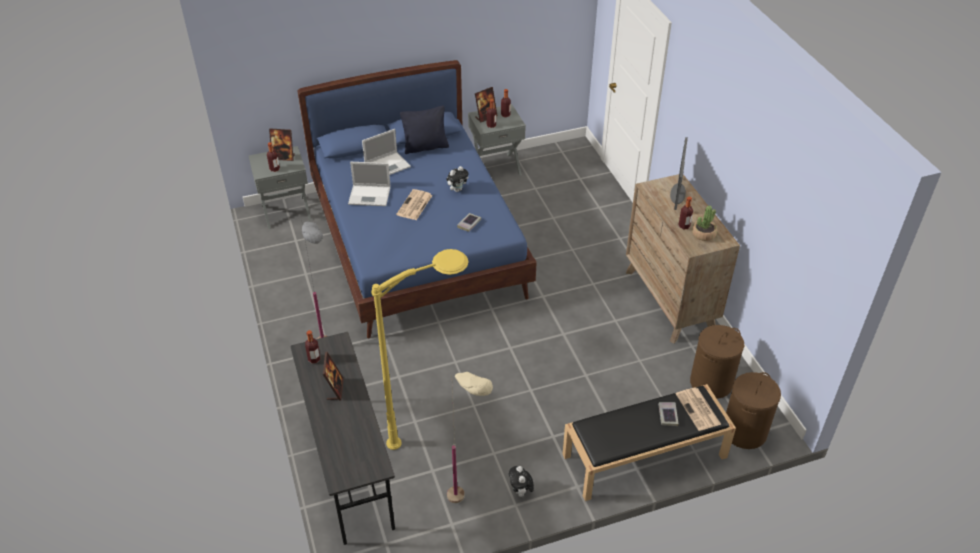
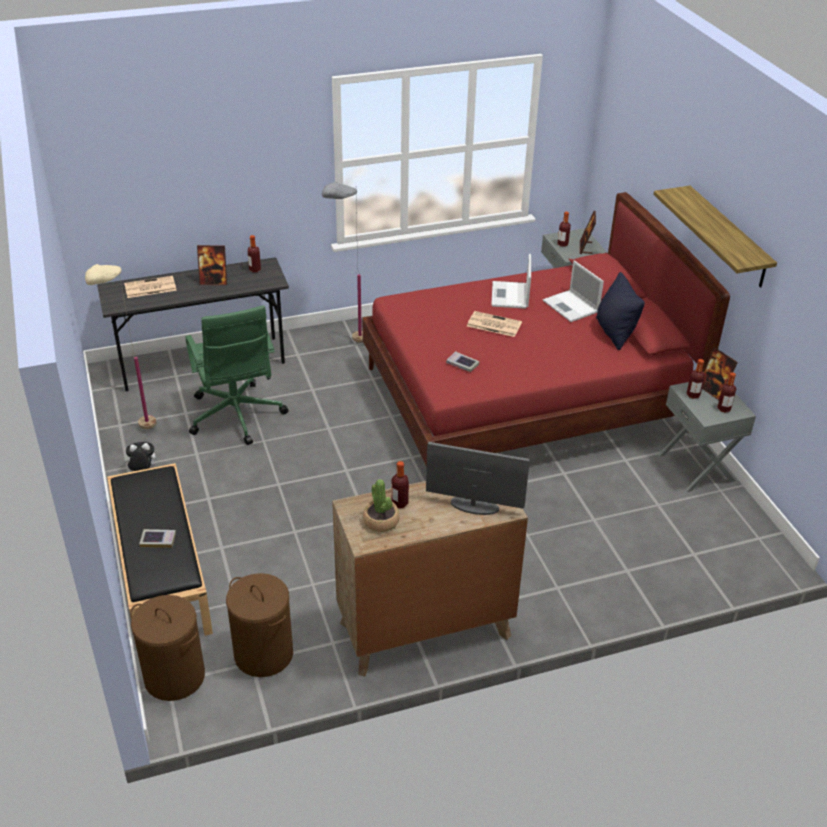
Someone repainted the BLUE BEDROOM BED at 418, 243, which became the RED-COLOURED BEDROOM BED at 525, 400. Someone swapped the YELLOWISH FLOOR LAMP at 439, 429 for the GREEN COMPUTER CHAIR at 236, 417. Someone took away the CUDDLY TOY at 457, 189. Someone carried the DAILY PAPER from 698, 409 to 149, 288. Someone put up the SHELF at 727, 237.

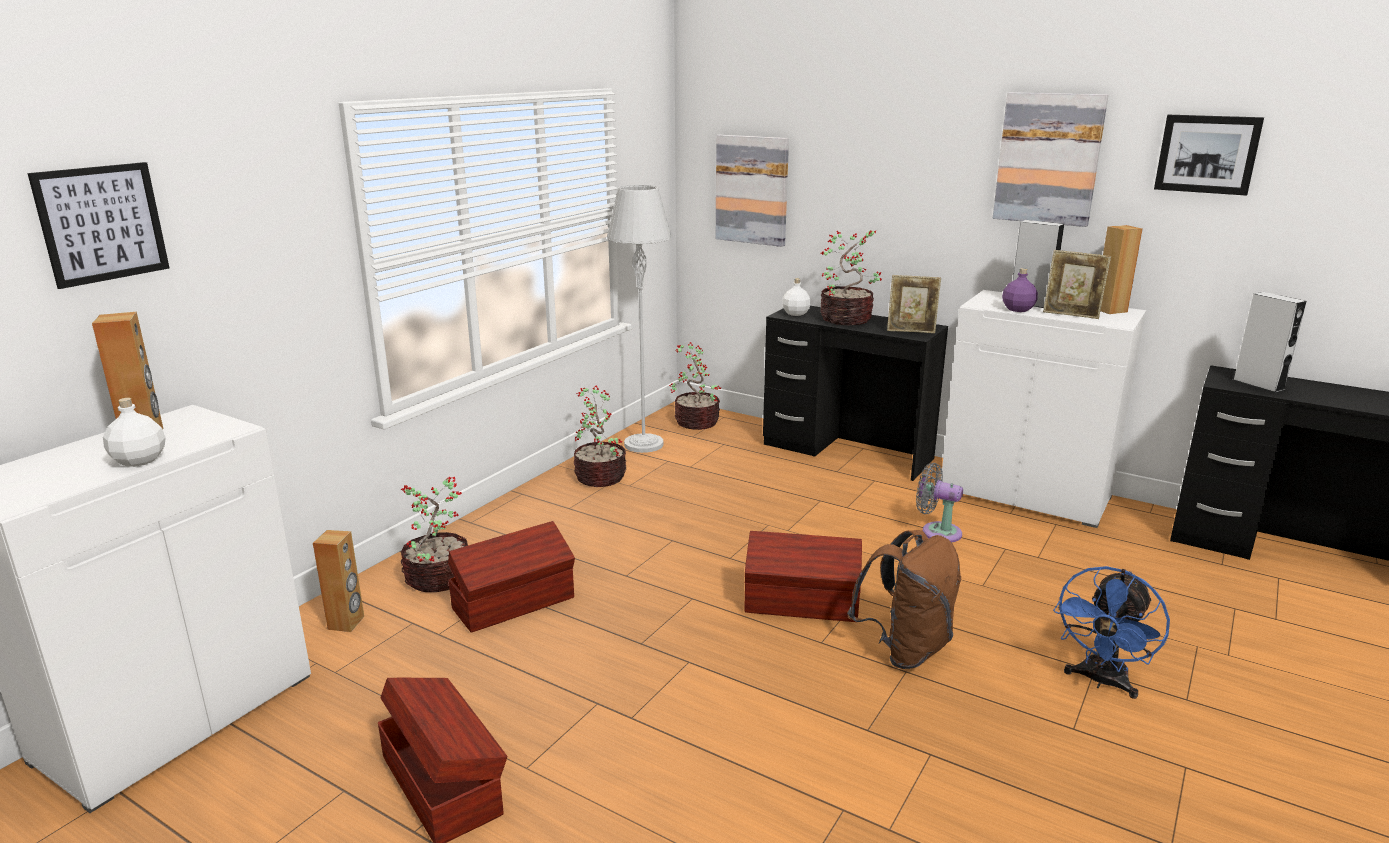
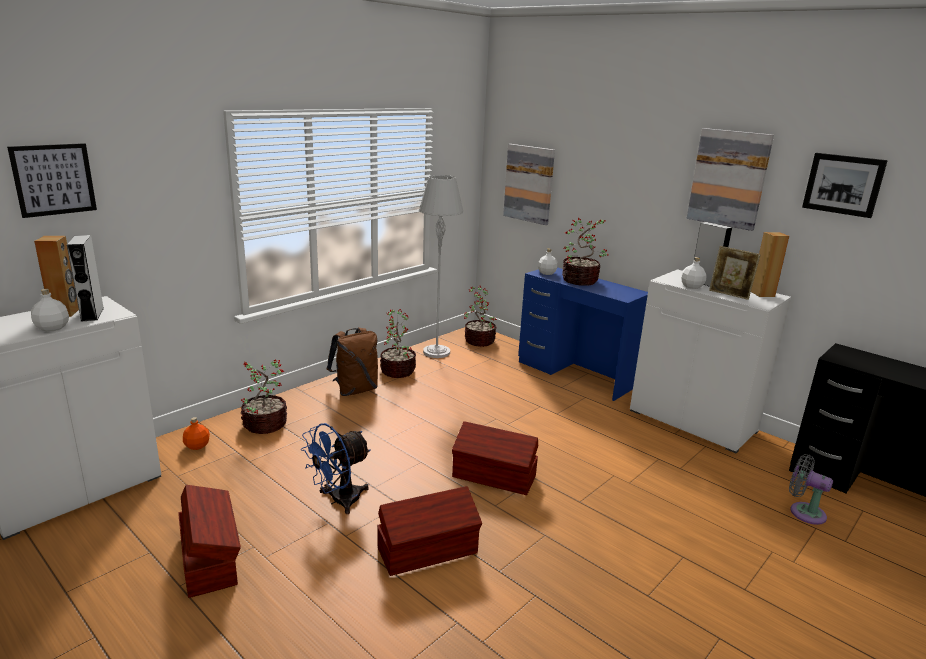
Someone swapped the BROWN SPEAKER at 346, 623 for the ORANGE-COLOURED BEVERAGE BOTTLE at 197, 445. Someone carried the BROWN STORAGE CONTAINER from 515, 603 to 429, 551. Someone repainted the BLACK DESK at 847, 451, which became the BLUE DESK at 575, 374. Someone carried the BROWN RUCKSACK from 905, 649 to 355, 390. Someone took away the PICTURE FRAME at 911, 331. Someone carried the GREY ELECTRIC FAN from 937, 532 to 803, 512. Someone repainted the PURPLISH BEVERAGE BOTTLE at 1017, 309, which became the WHITE BEVERAGE BOTTLE at 691, 286. Someone carried the BLUE ELECTRIC FAN from 1101, 681 to 338, 501. Someone carried the GREY SPEAKER from 1258, 384 to 92, 314.

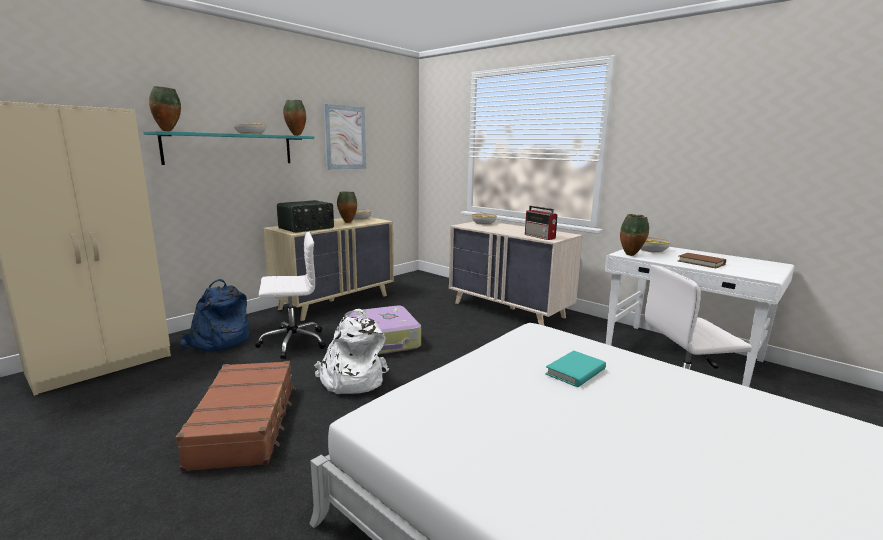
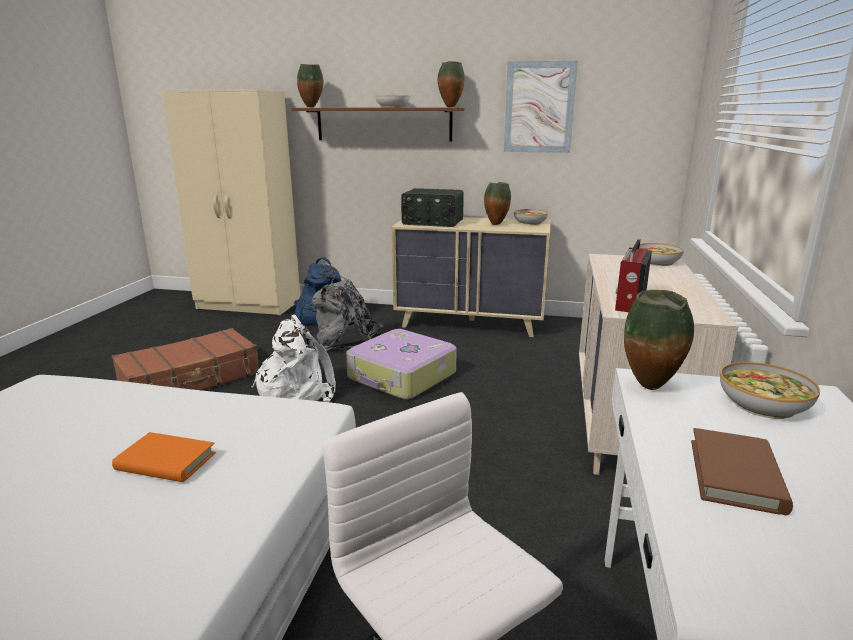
Someone repainted the BLUE-GREEN SHELF at 230, 149, which became the BROWN SHELF at 383, 124. Someone swapped the WHITE COMPUTER CHAIR at 292, 342 for the GREY RUCKSACK at 348, 341. Someone repainted the BLUE-GREEN VOLUME at 575, 372, which became the ORANGE-COLOURED VOLUME at 165, 462.

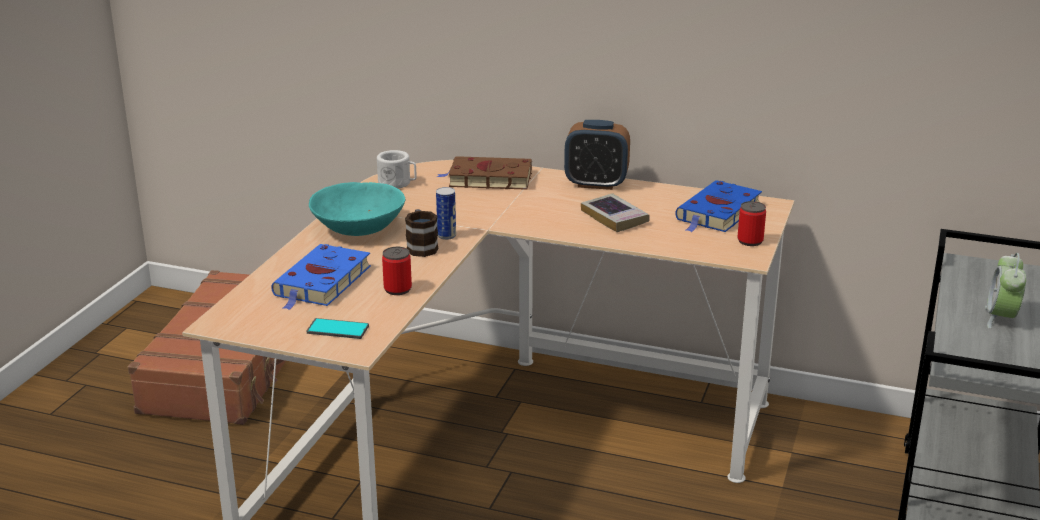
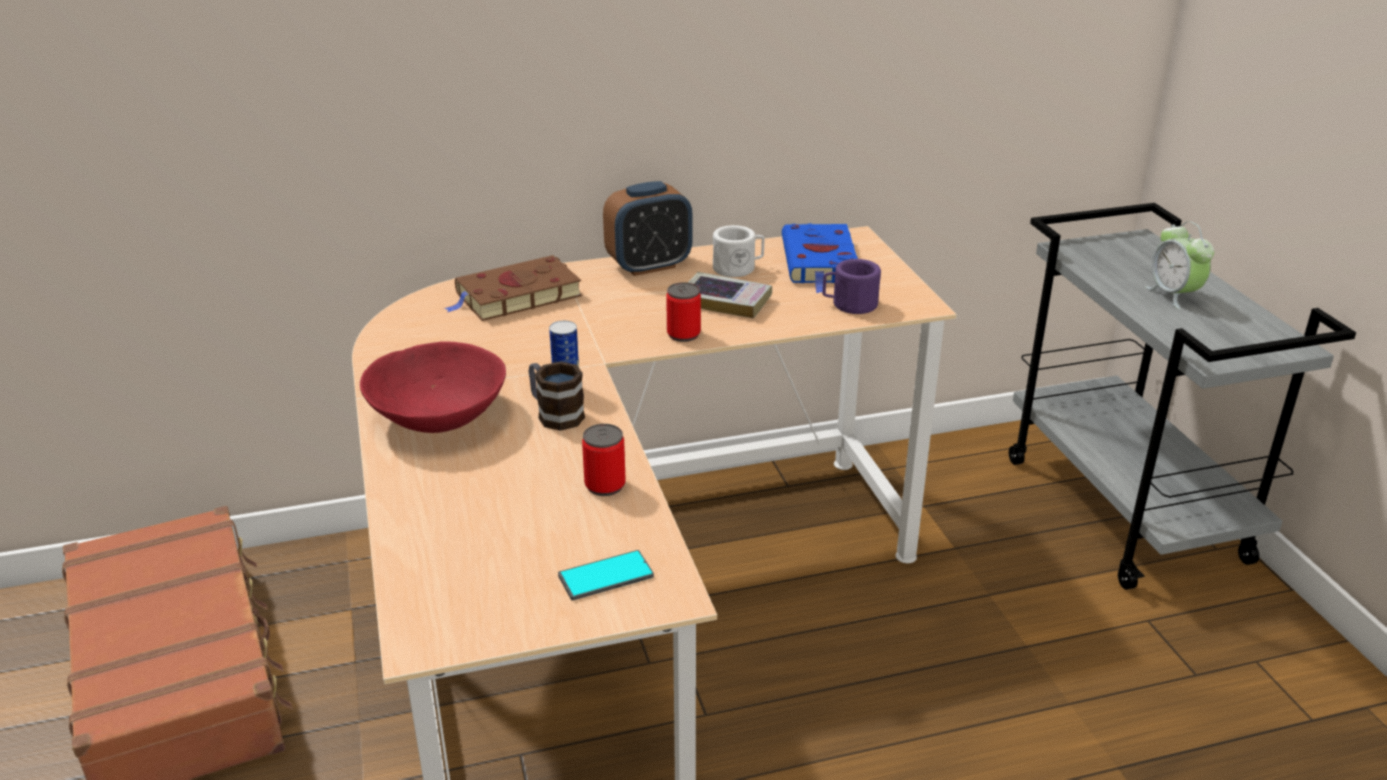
Someone took away the BLUE VOLUME at 322, 282. Someone repainted the BLUE-GREEN BOWL at 358, 228, which became the RED-COLOURED BOWL at 438, 416. Someone carried the WHITE TEA MUG from 398, 183 to 738, 268. Someone carried the CAN from 750, 241 to 683, 334. Someone put down the PURPLISH TEA MUG at 849, 304.

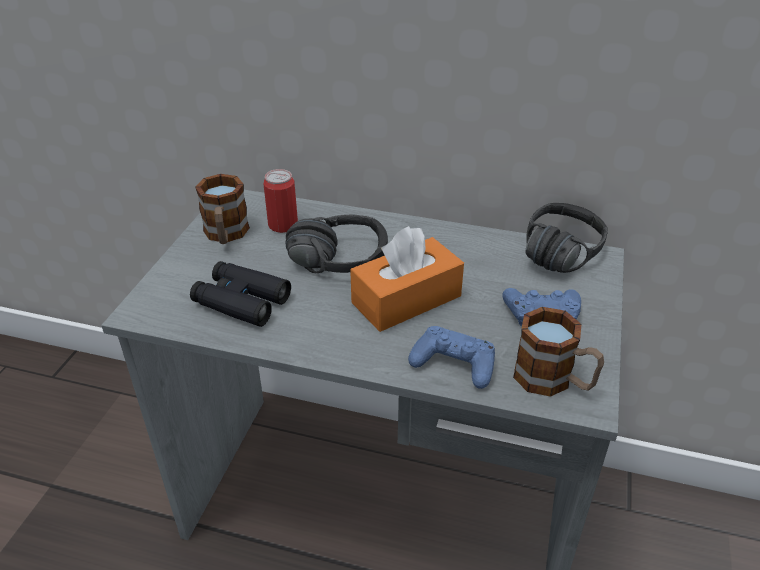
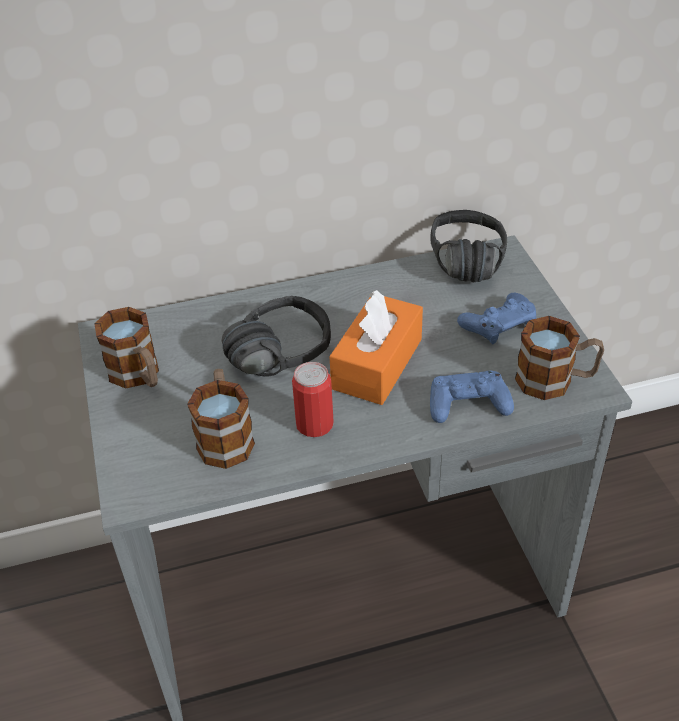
Someone swapped the BLACK BINOCULARS at 241, 301 for the TEA MUG at 225, 436. Someone carried the CAN from 283, 225 to 314, 424.

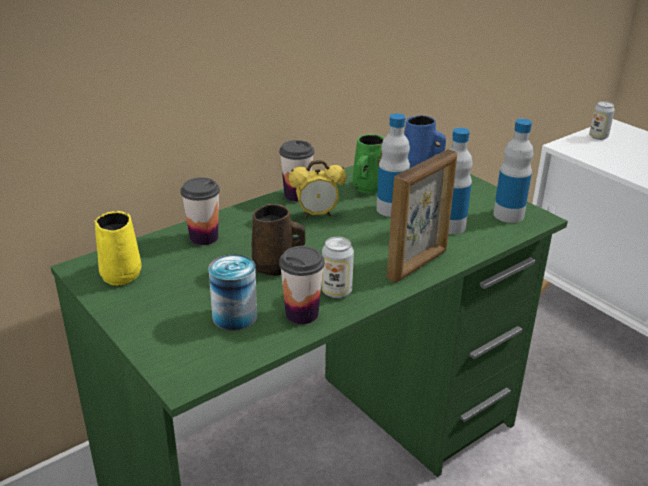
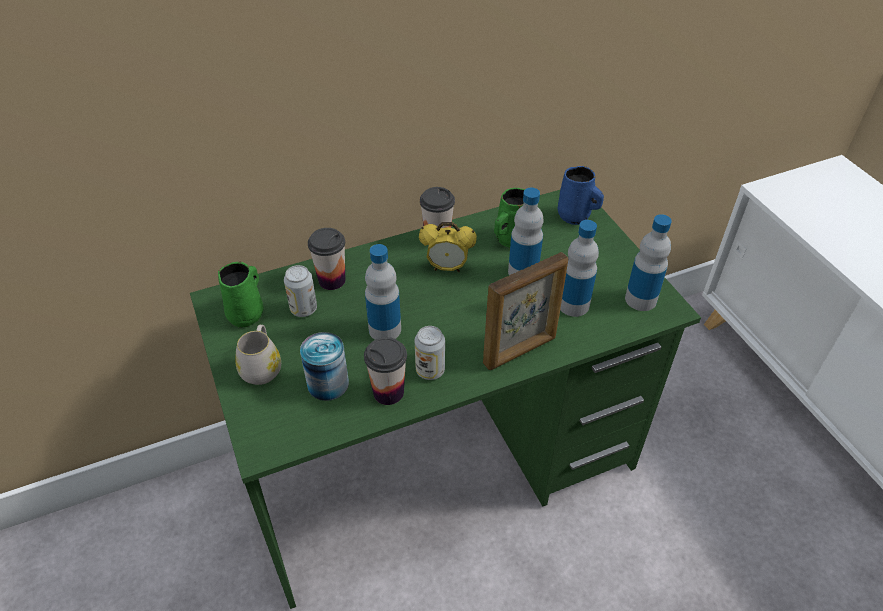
Someone repainted the YELLOWISH TEA MUG at 122, 274, which became the GREEN TEA MUG at 247, 313. Someone swapped the BROWN TEA MUG at 275, 267 for the BEVERAGE BOTTLE at 385, 329. Someone carried the CAN from 598, 137 to 303, 309. Someone put down the WHITE TEA MUG at 262, 367.

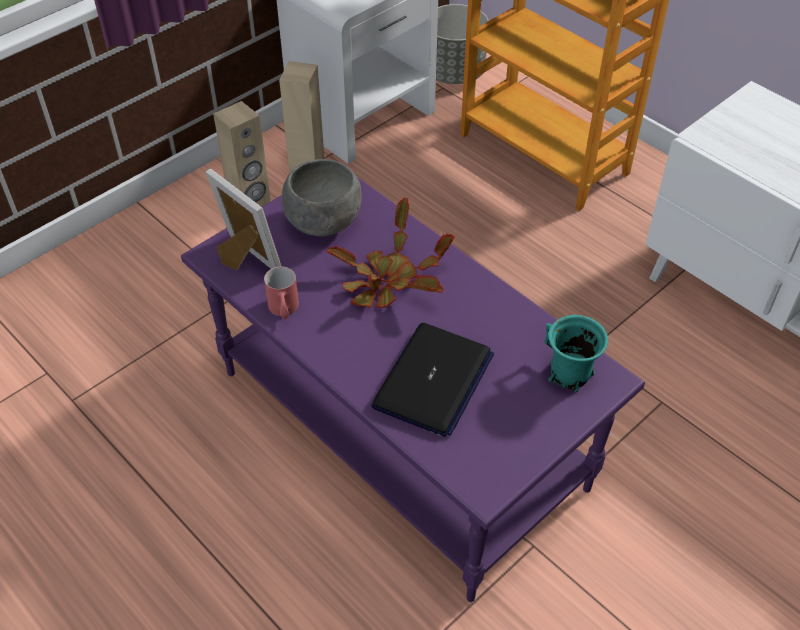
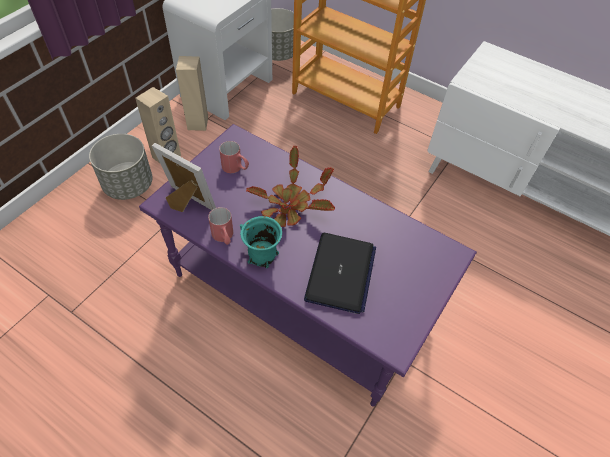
Someone swapped the GREY BOWL at 324, 222 for the RED-COLOURED TEA MUG at 236, 168. Someone carried the BLUE-GREEN TEA MUG from 569, 374 to 262, 256. Someone put down the GREY PLANT POT at 128, 185.

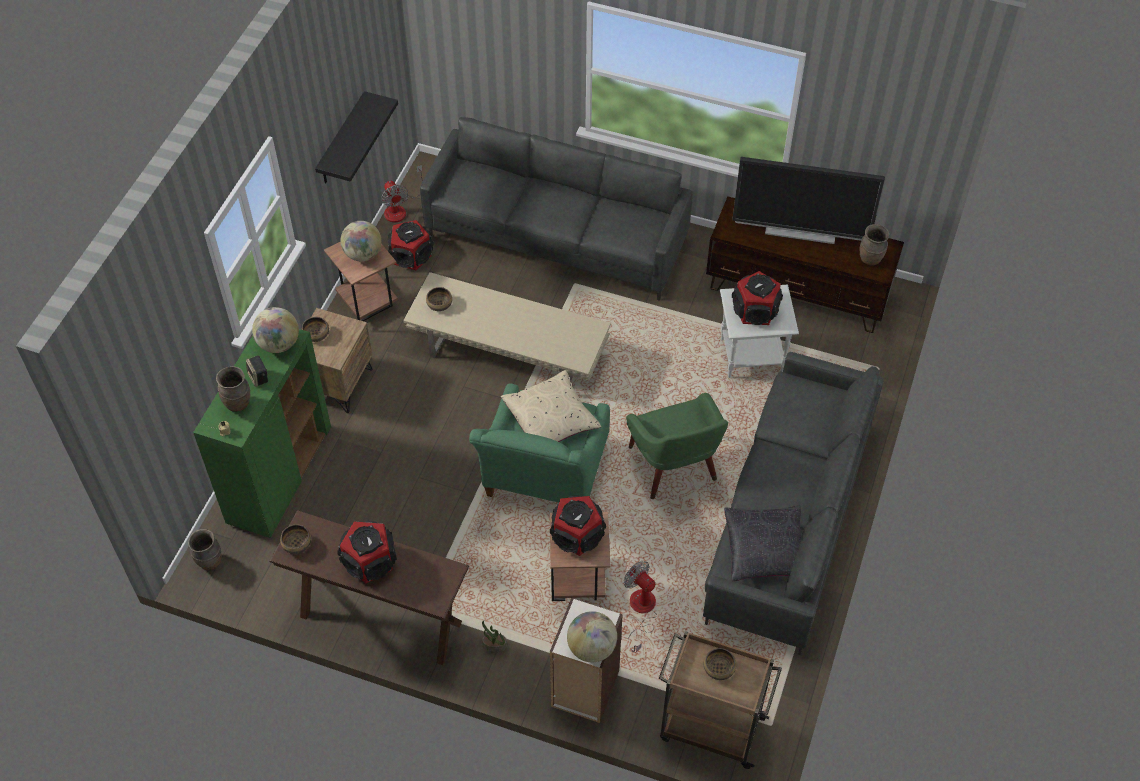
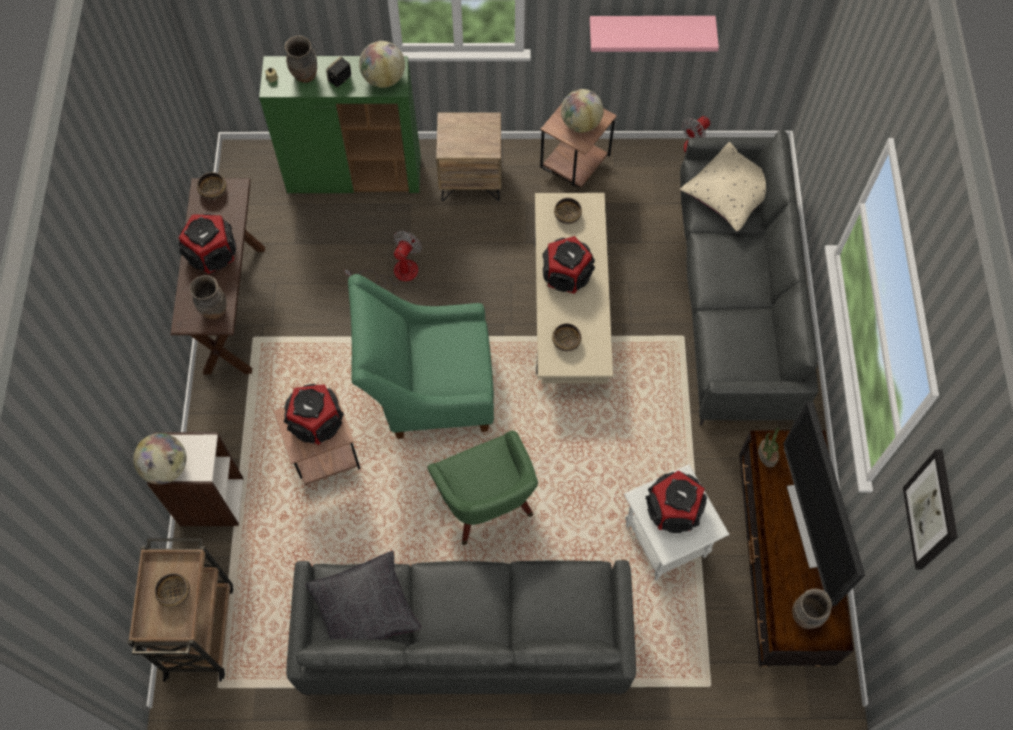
Someone carried the BROWN VASE from 210, 562 to 214, 310. Someone carried the BOWL from 316, 335 to 566, 341. Someone repainted the BLACK SHELF at 342, 140, which became the PINKISH SHELF at 650, 28. Someone carried the SPEAKER from 410, 256 to 566, 274. Someone carried the POTTED PLANT from 494, 646 to 766, 455. Someone carried the BEIGE-COLOURED CUSHION from 550, 419 to 730, 193. Someone carried the ELECTRIC FAN from 641, 611 to 396, 272. Someone rotated the GREEN EASY CHAIR at 674, 469 by 75 degrees counterclockwise. Someone put up the PICTURE at 931, 511.

